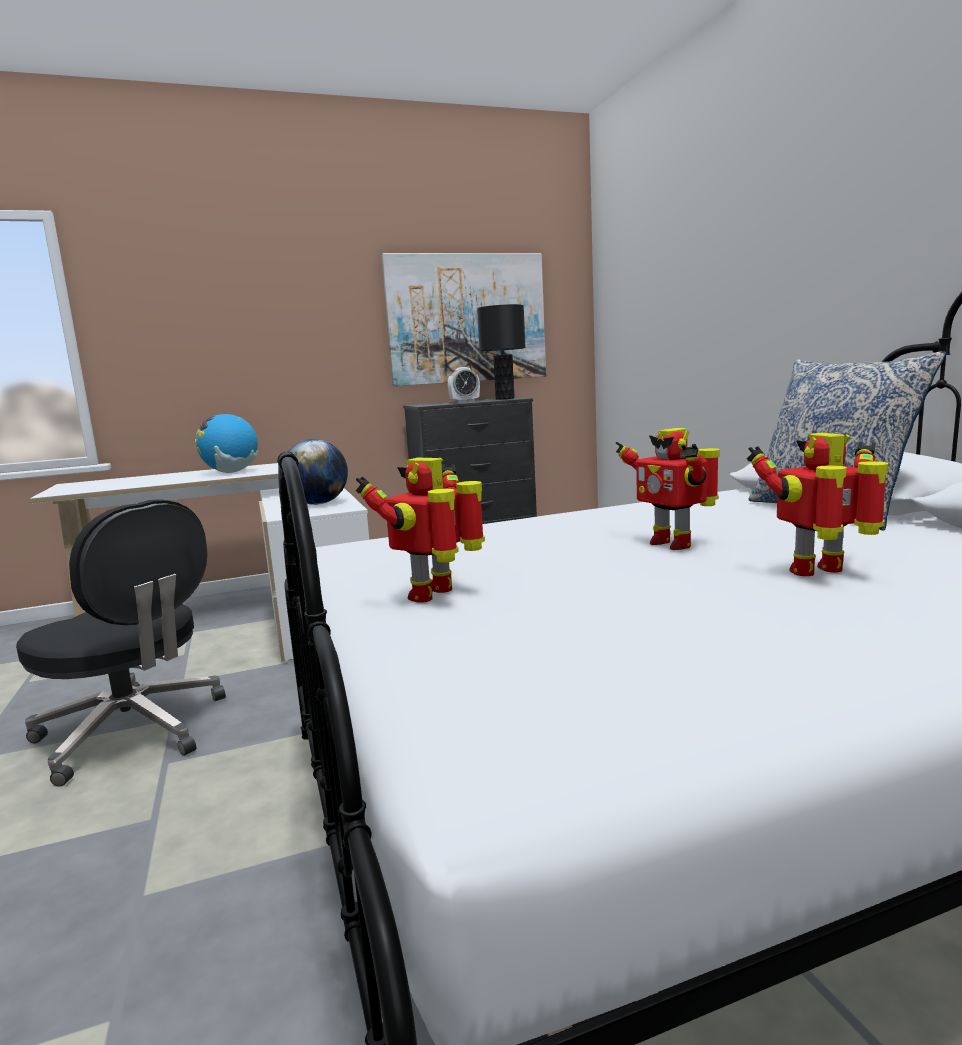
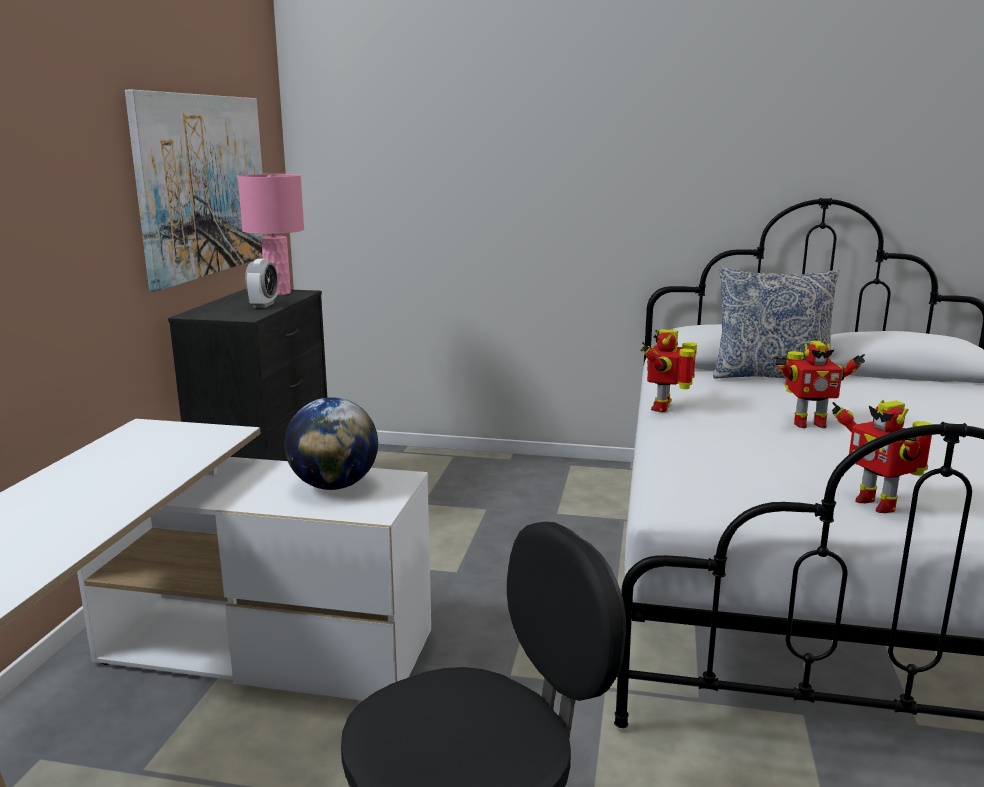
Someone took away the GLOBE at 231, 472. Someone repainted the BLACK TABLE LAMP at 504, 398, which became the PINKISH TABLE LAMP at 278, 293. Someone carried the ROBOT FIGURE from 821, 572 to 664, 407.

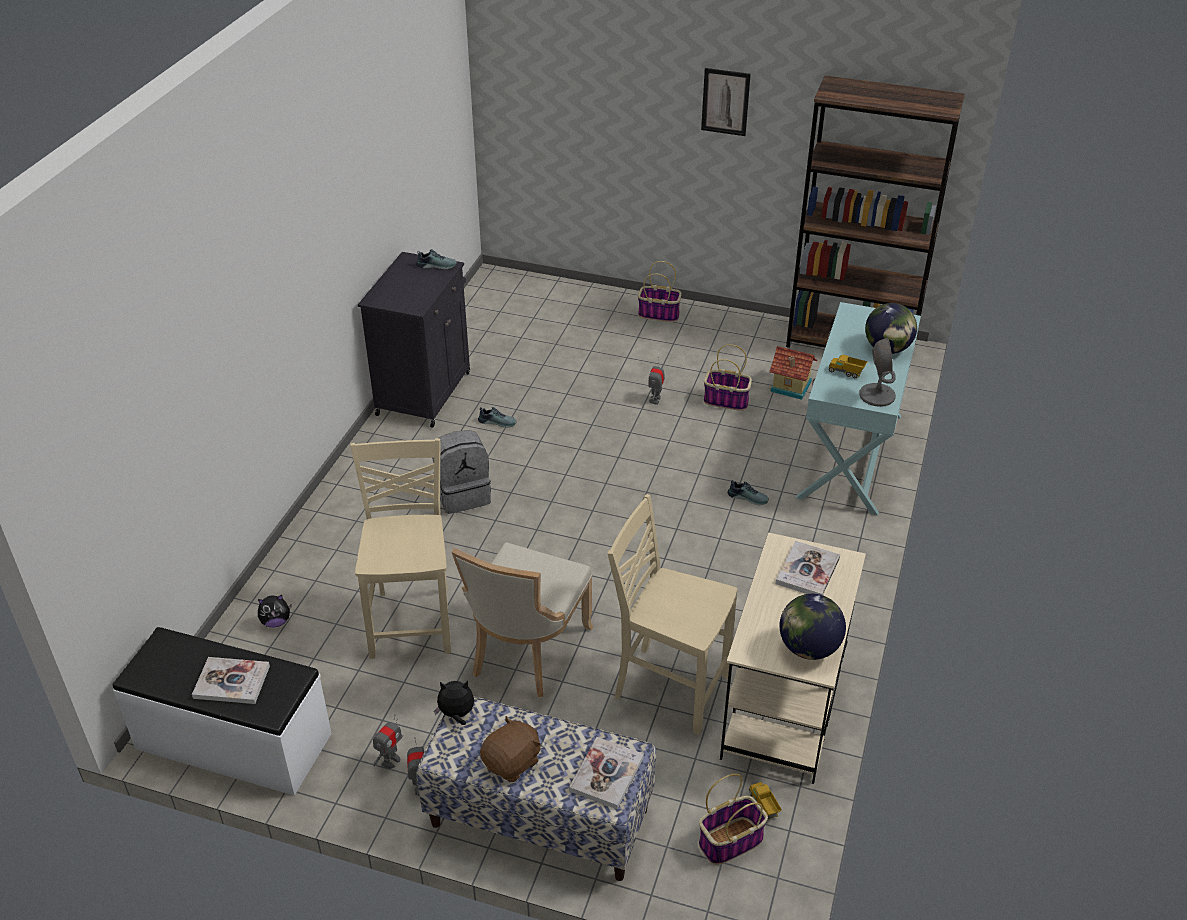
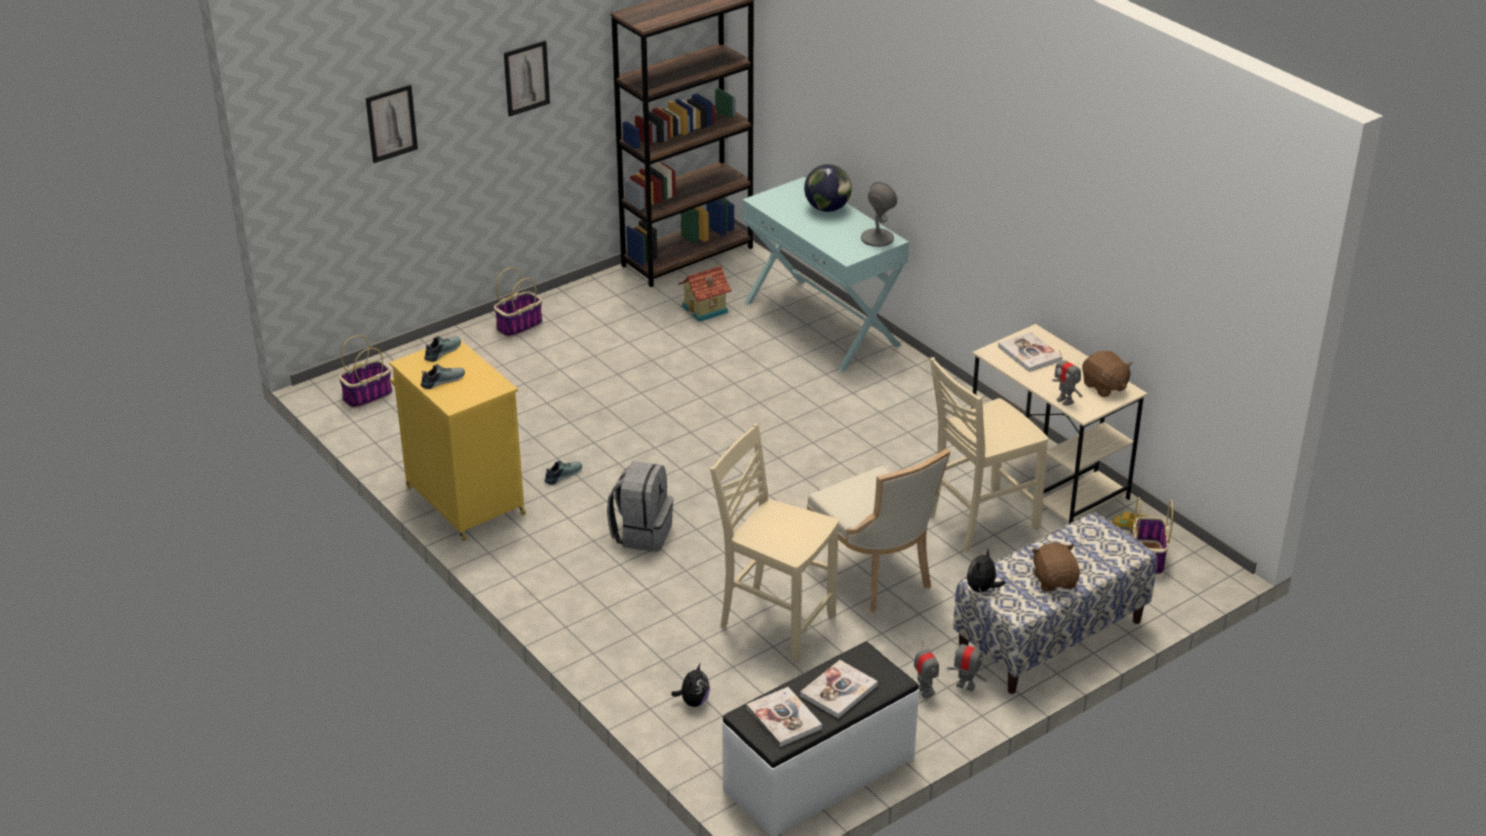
Someone repainted the BLACK STORAGE CABINET at 424, 392, which became the YELLOWISH STORAGE CABINET at 463, 499. Someone carried the VOLUME from 606, 774 to 784, 718. Someone carried the ROBOT FIGURE from 655, 400 to 1065, 400. Someone carried the HOUSEHOLD BASKET from 727, 401 to 368, 395. Someone carried the SHOE from 748, 497 to 442, 380. Someone swapped the GLOBE at 809, 648 for the BROWN CUDDLY TOY at 1104, 386. Someone took away the MODEL TRUCK at 846, 373. Someone put up the PICTURE at 391, 123.

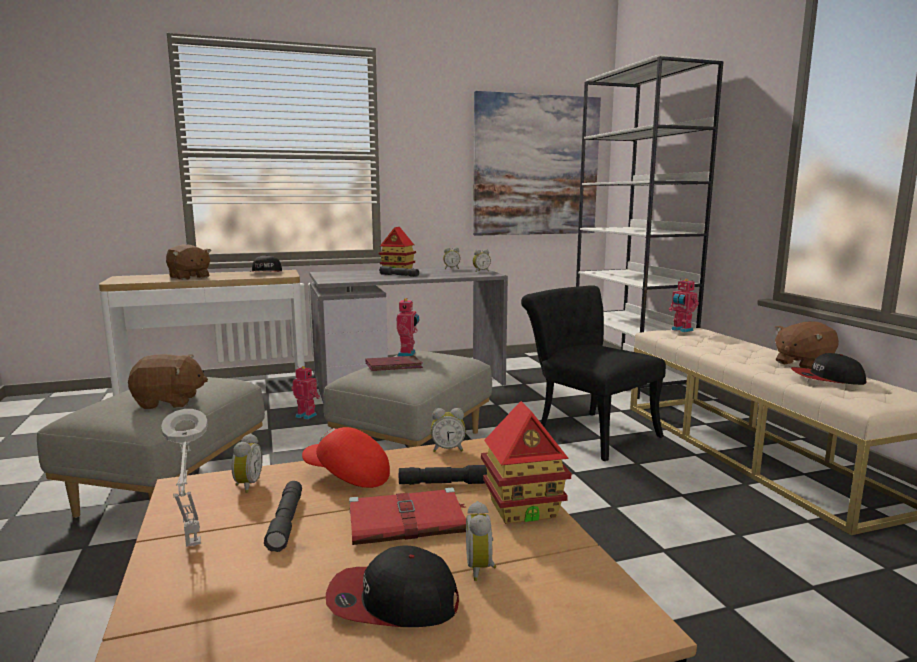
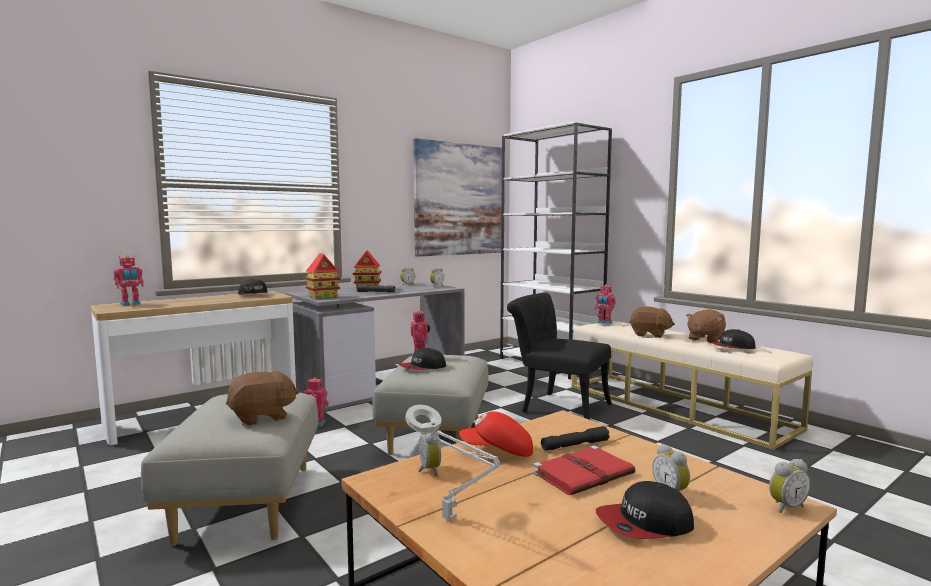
Someone carried the BROWN CUDDLY TOY from 189, 277 to 650, 335. Someone took away the GREY HAND TORCH at 286, 522. Someone swapped the RED-COLOURED VOLUME at 393, 366 for the CAP at 422, 367. Someone carried the BEDSIDE CLOCK from 448, 449 to 785, 507. Someone carried the MINIATURE HOUSE from 523, 508 to 323, 296. Someone put down the ROBOT FIGURE at 131, 304.

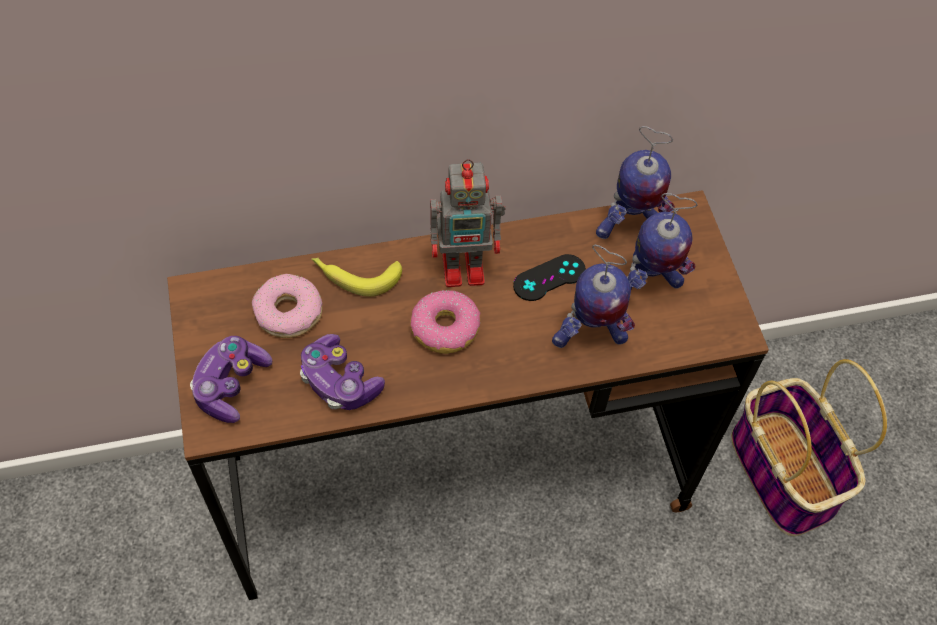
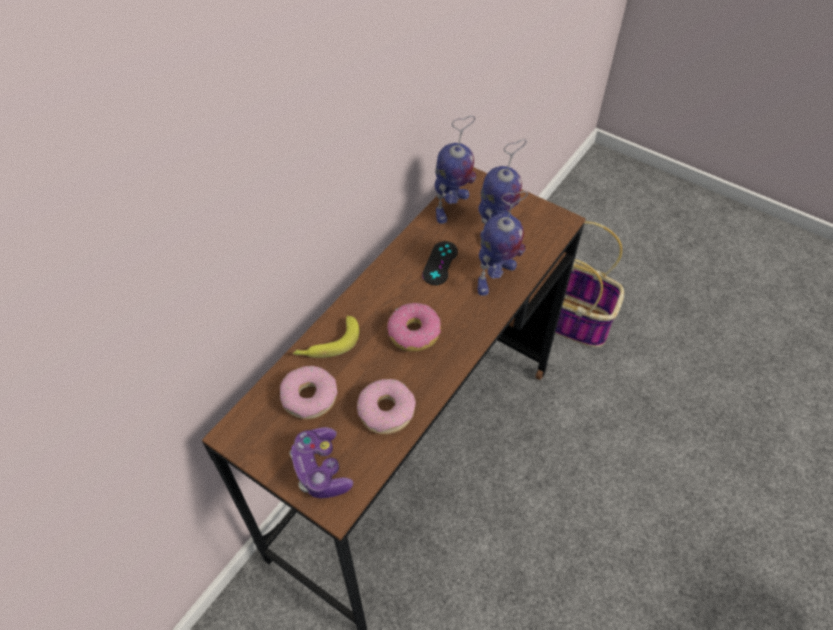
Someone swapped the GAMEPAD at 339, 381 for the RING DOUGHNUT at 386, 411. Someone took away the ROBOT FIGURE at 466, 266.

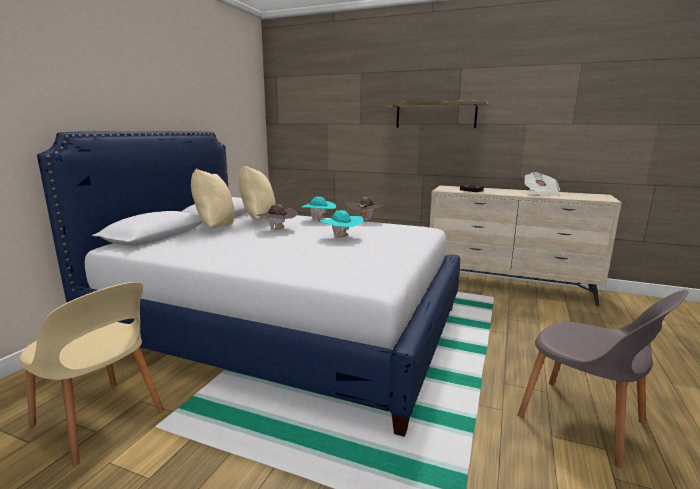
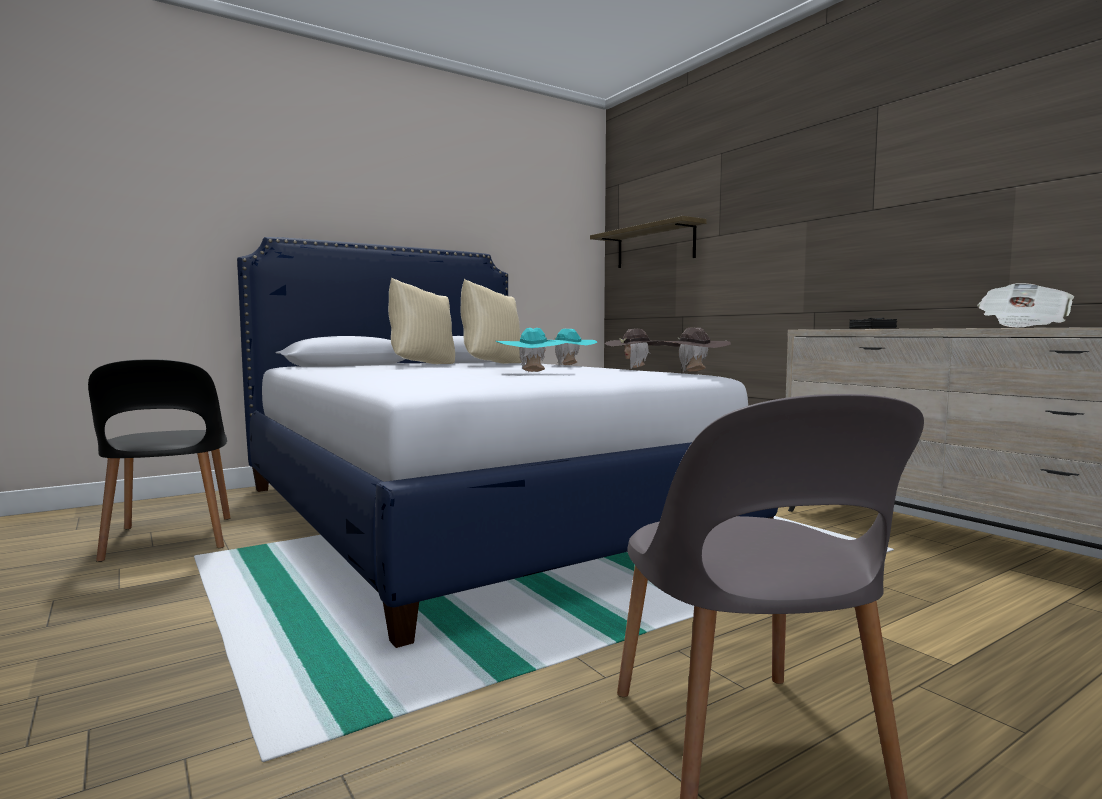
Someone repainted the BEIGE-COLOURED CHAIR at 99, 420, which became the BLACK CHAIR at 169, 539. Someone carried the BROWN CLOTHING HAT from 278, 230 to 693, 373. Someone carried the SHELF from 435, 115 to 655, 246.

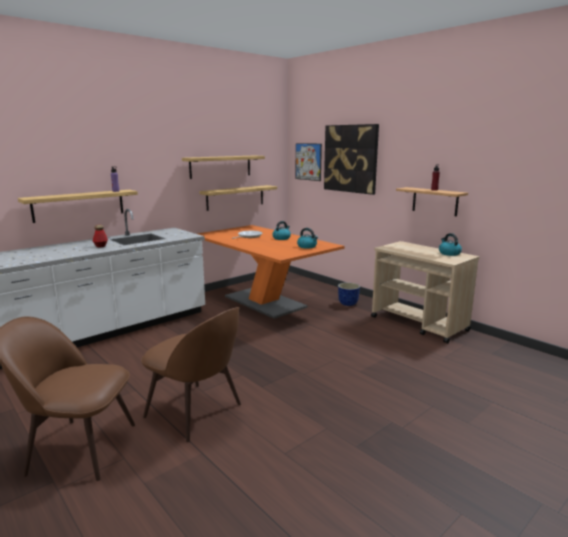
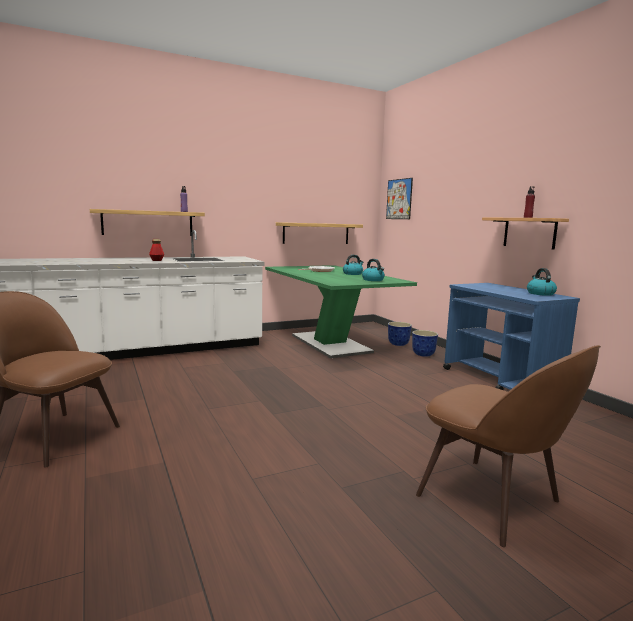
Someone carried the BROWN CHAIR from 196, 412 to 493, 501. Someone took away the SHELF at 220, 166. Someone repainted the ORANGE-COLOURED KITCHEN TABLE at 264, 302, which became the GREEN KITCHEN TABLE at 330, 343. Someone took away the PICTURE at 350, 158. Someone repainted the BEIGE-COLOURED WHEELED CART at 419, 324, which became the BLUE WHEELED CART at 500, 381. Someone put down the PLANT POT at 398, 344.

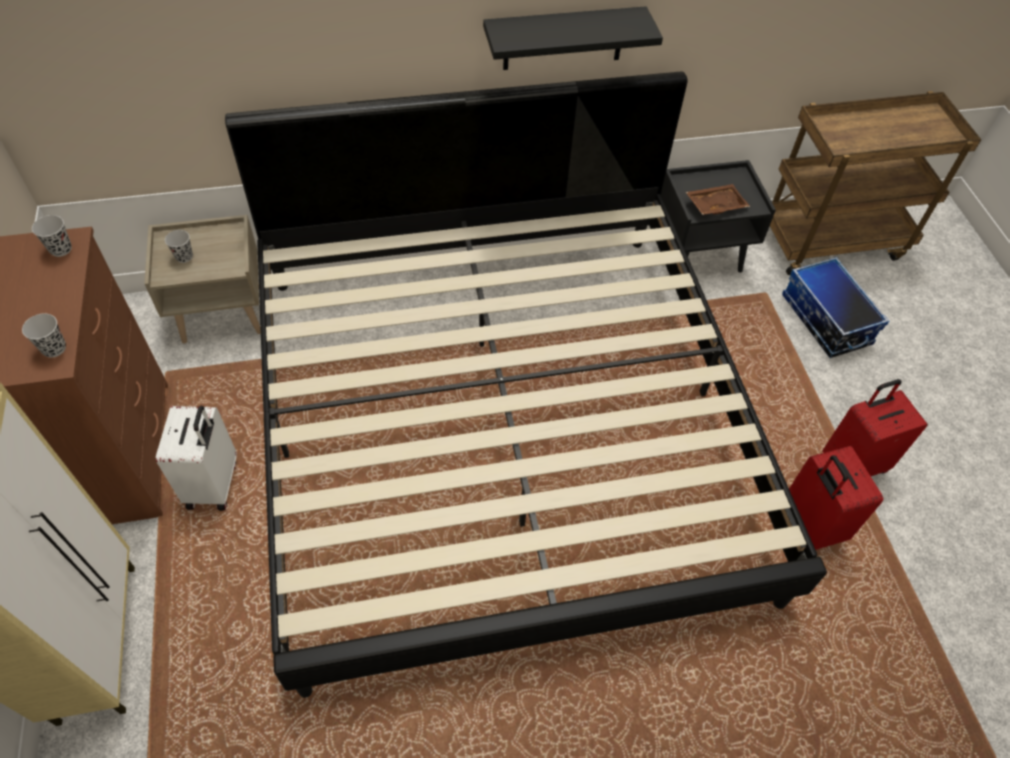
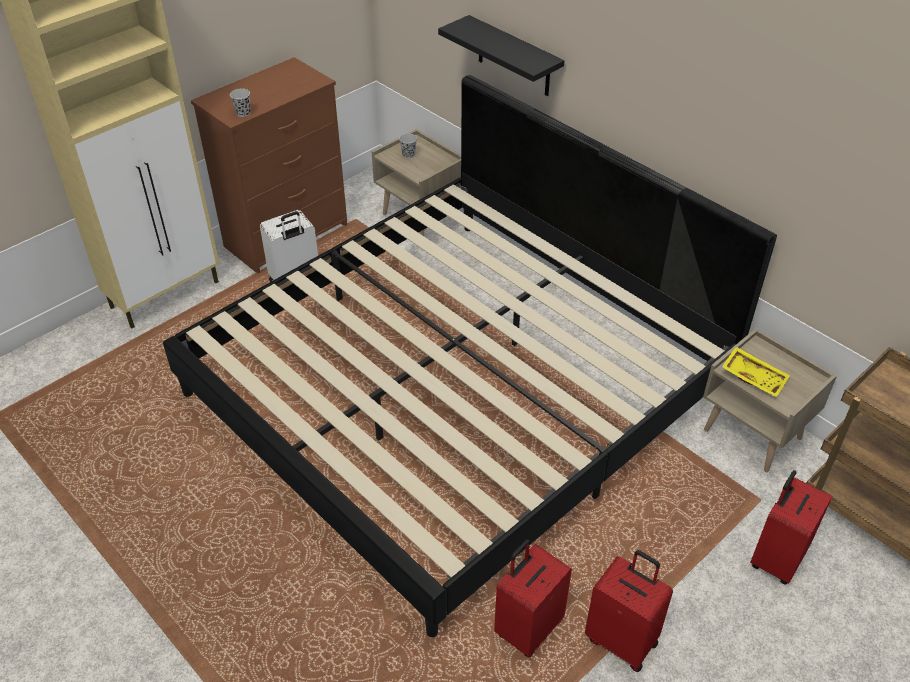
Someone took away the BLACK SMALL CUP at 61, 249. Someone carried the BLACK SHELF from 563, 38 to 514, 57. Someone repainted the BLACK BEDSIDE TABLE at 699, 254, which became the BEIGE-COLOURED BEDSIDE TABLE at 754, 434. Someone repainted the BROWN SERVING TRAY at 715, 205, which became the YELLOWISH SERVING TRAY at 754, 377. Someone swapped the STORAGE CONTAINER at 824, 320 for the RED-COLOURED SUITCASE at 776, 558.

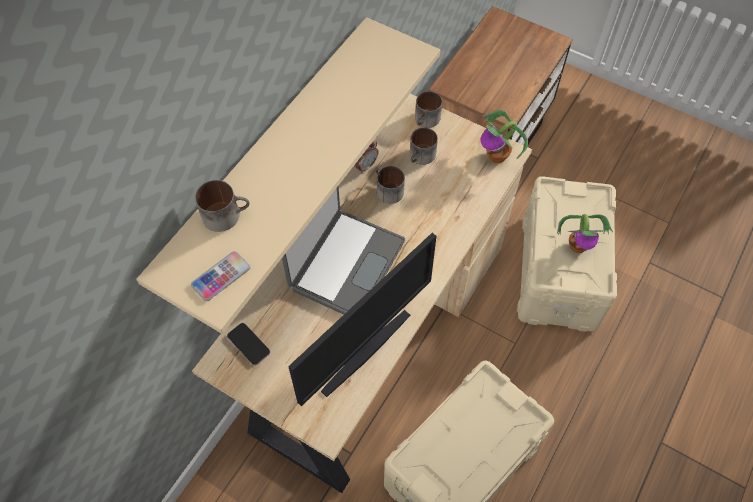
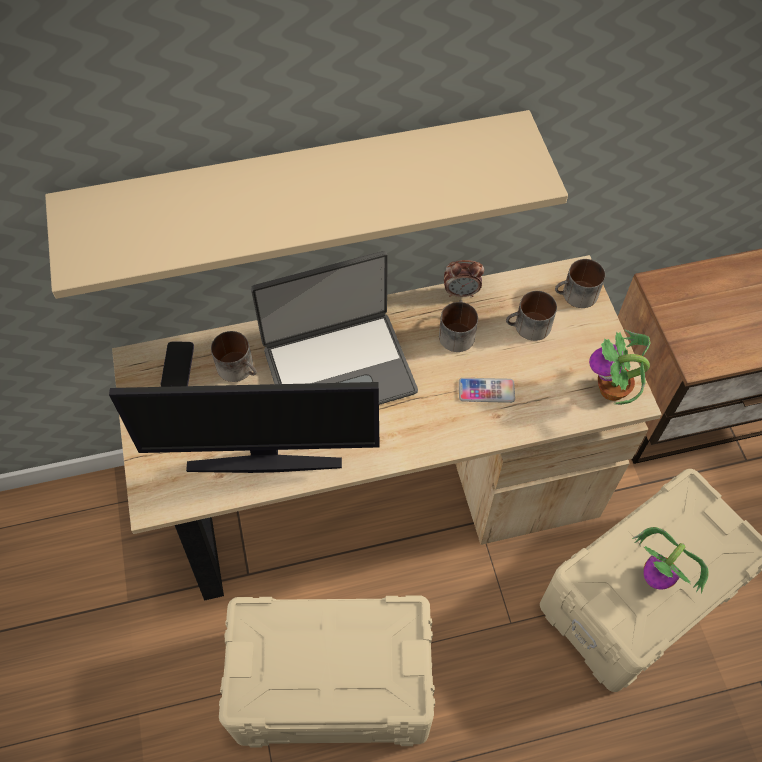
Someone carried the PHONE from 221, 276 to 486, 391. Someone carried the TEA MUG from 226, 214 to 240, 368.

